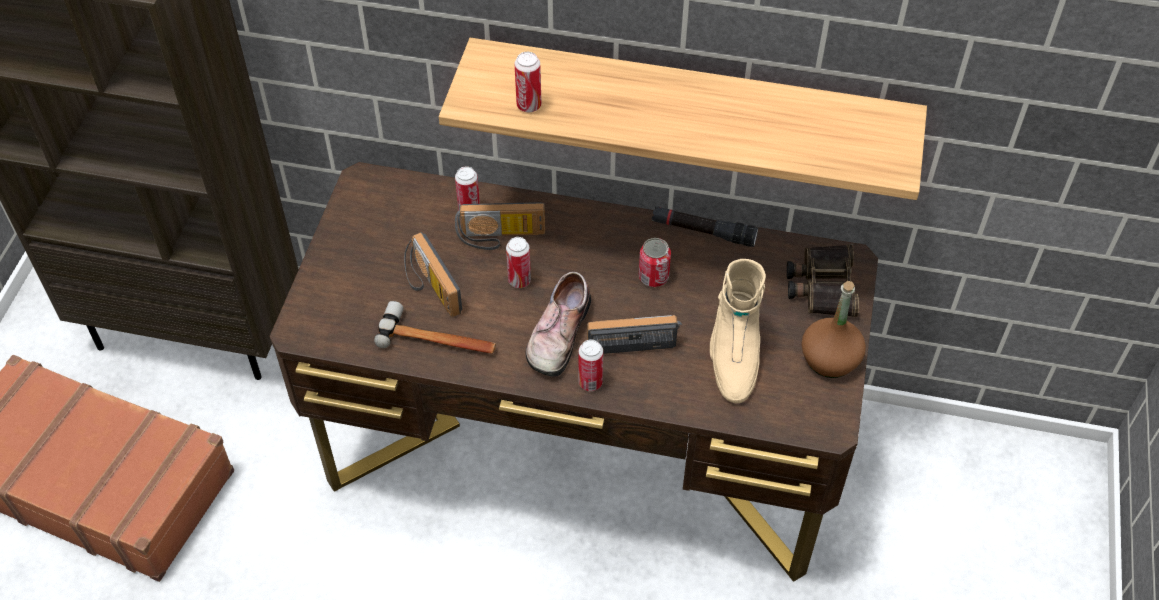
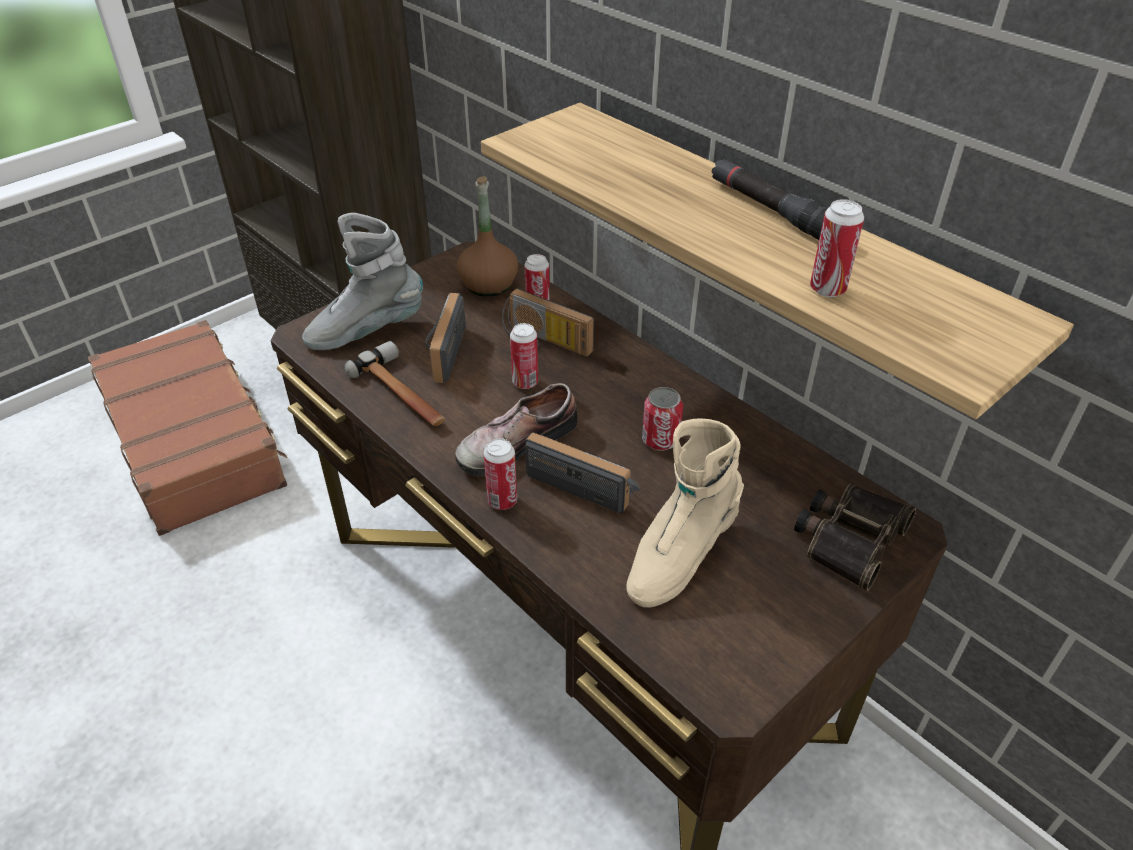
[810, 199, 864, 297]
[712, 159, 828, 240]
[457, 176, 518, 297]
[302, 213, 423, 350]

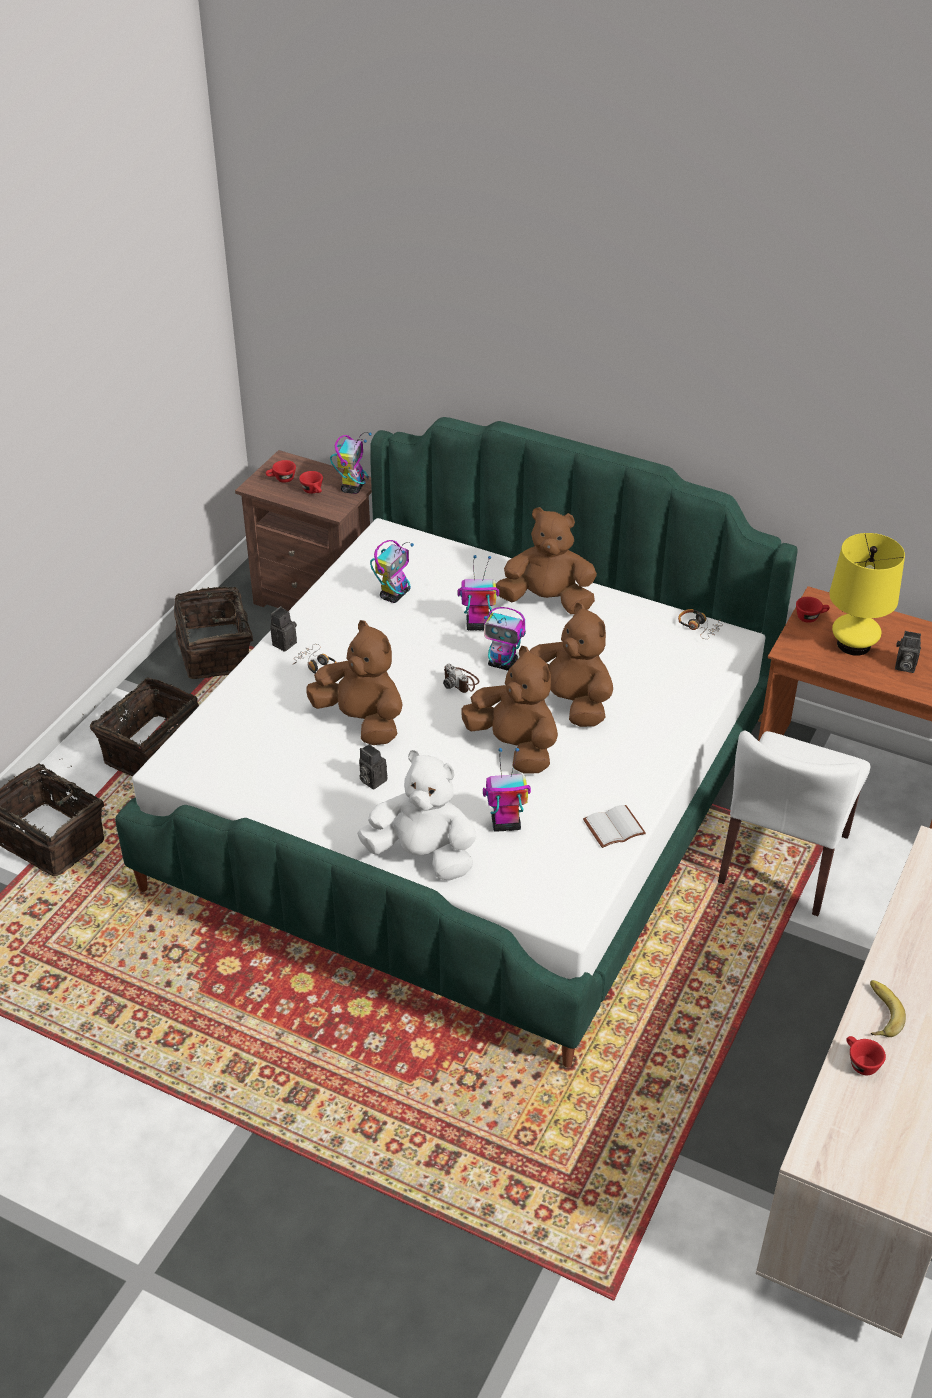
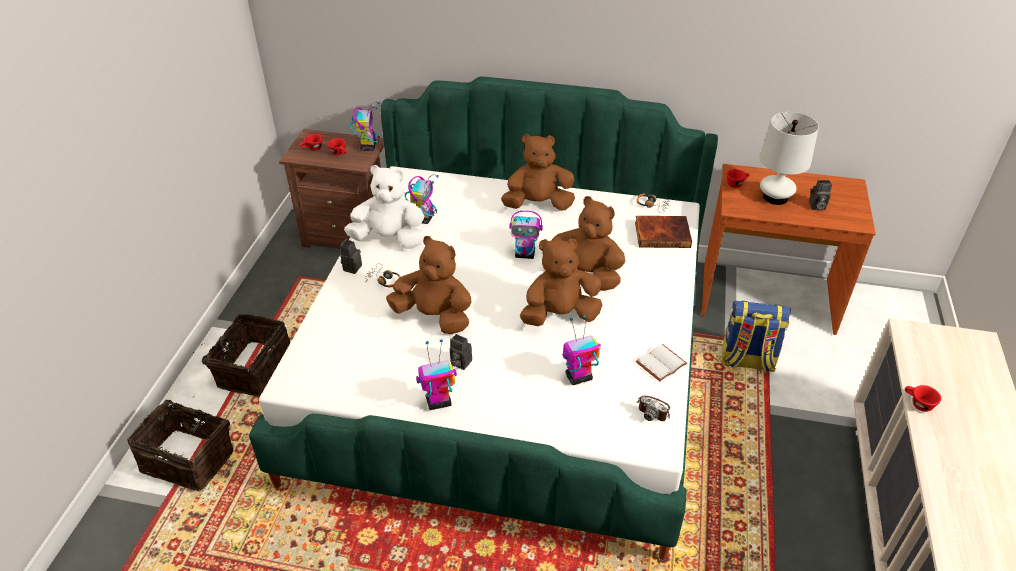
[759, 112, 819, 205]
[416, 339, 457, 410]
[174, 587, 257, 679] (first image)
[520, 238, 602, 326]
[637, 396, 670, 421]
[721, 301, 791, 373]
[344, 165, 424, 249]
[870, 980, 906, 1037] (first image)
[905, 385, 941, 412]
[635, 216, 692, 248]

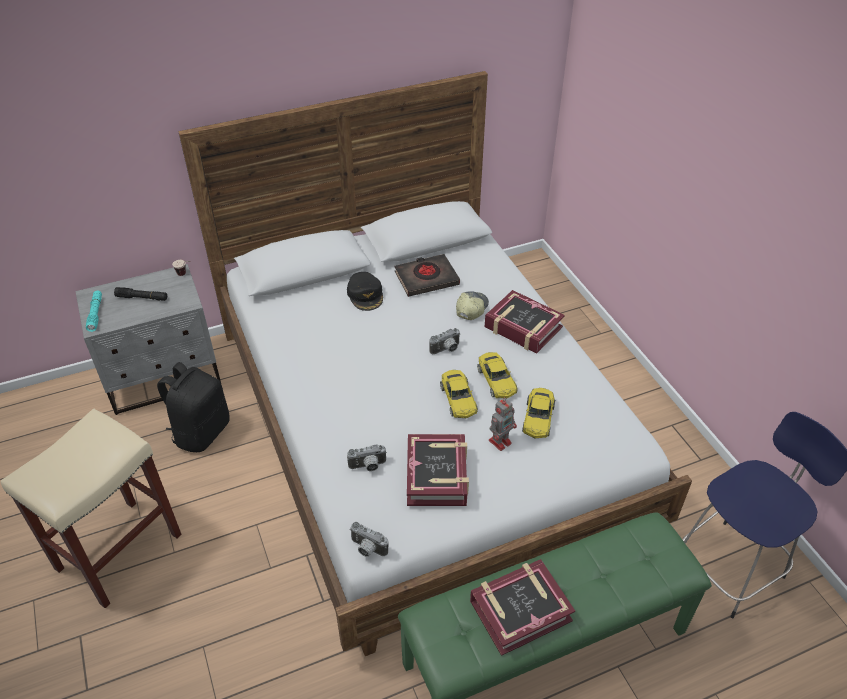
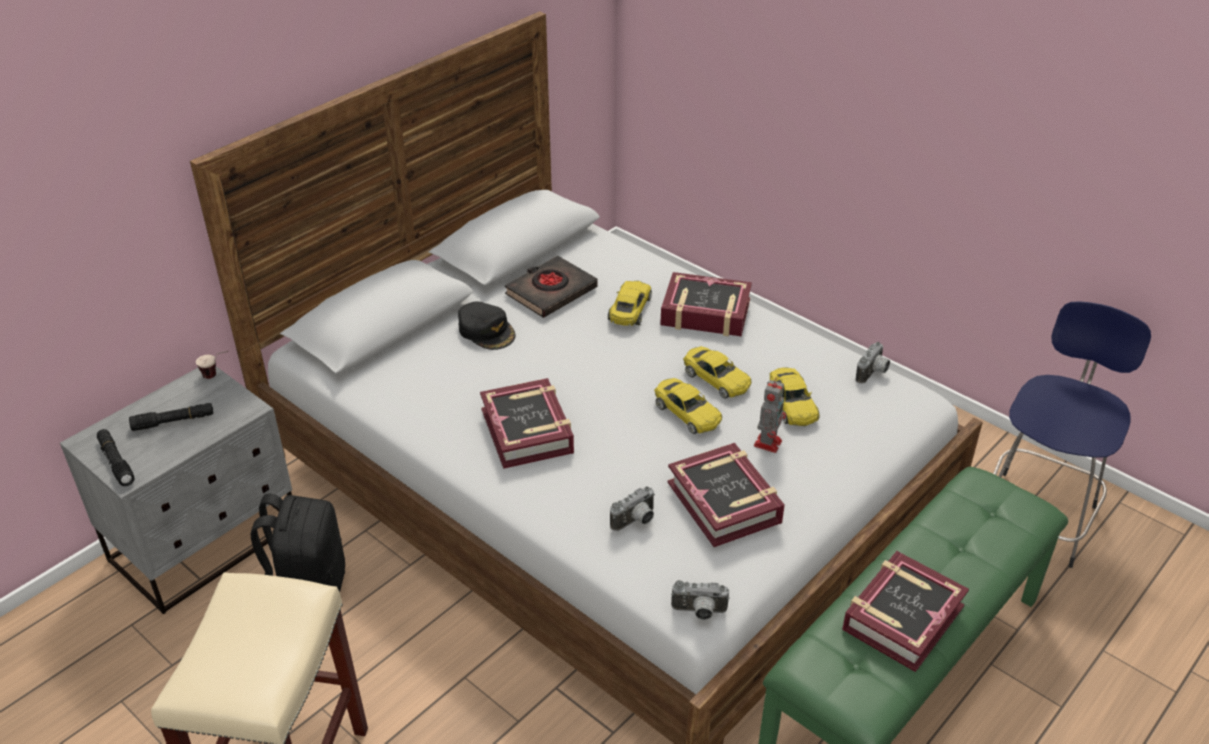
[97, 429, 135, 486]
[608, 281, 652, 326]
[856, 342, 890, 384]
[480, 378, 574, 469]

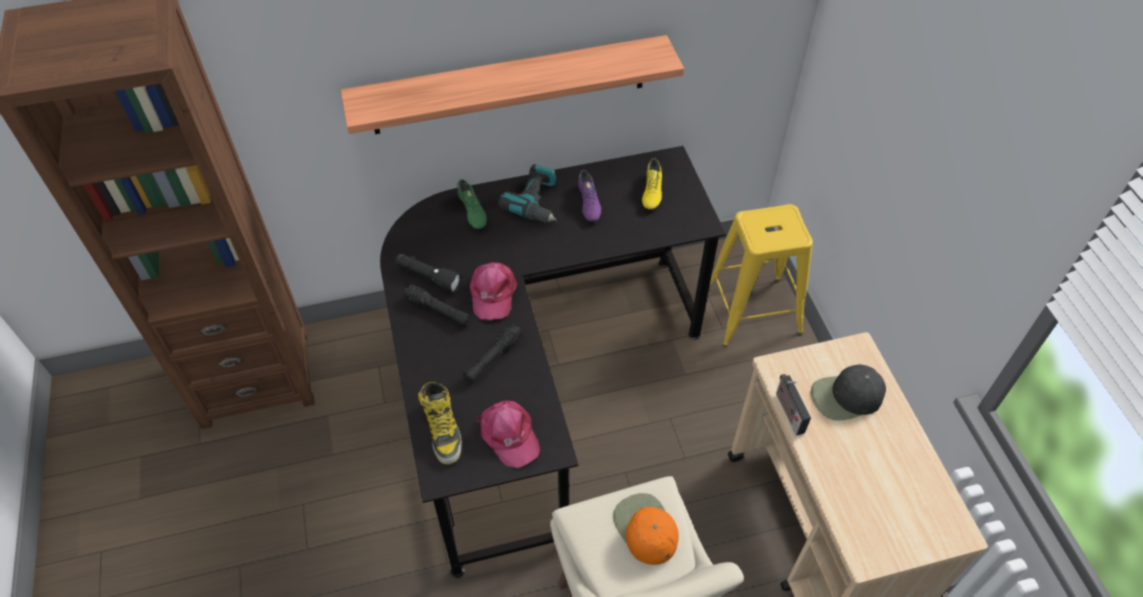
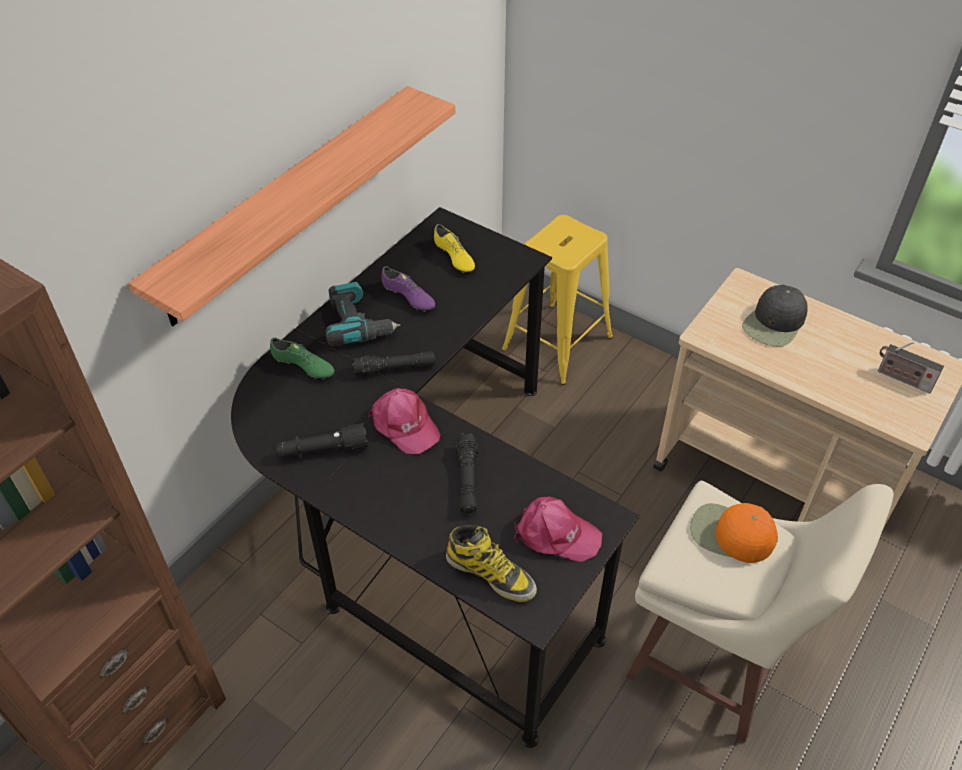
[352, 351, 435, 376]
[878, 342, 944, 393]

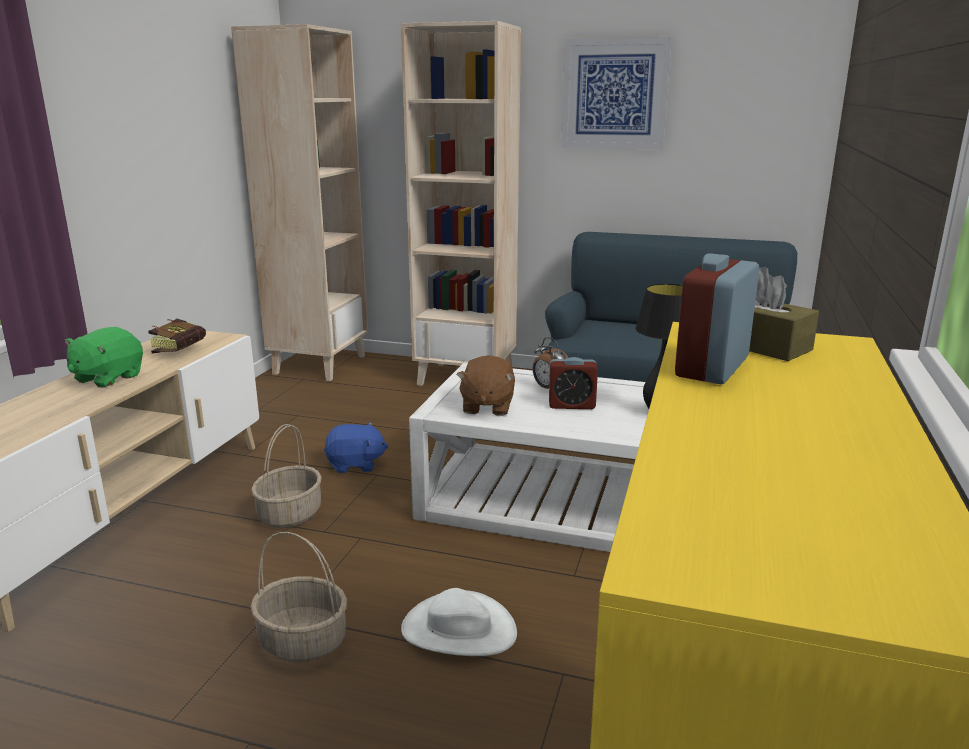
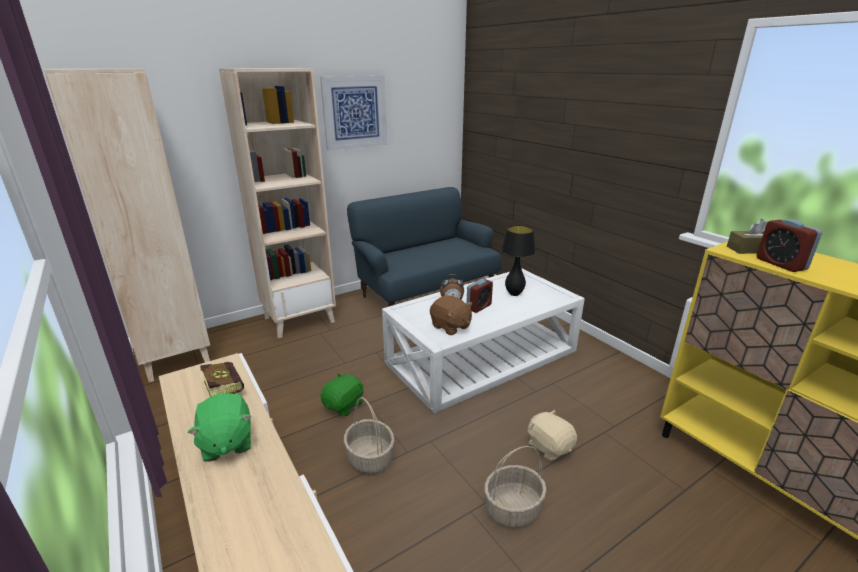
[320, 373, 364, 416]
[528, 410, 577, 461]

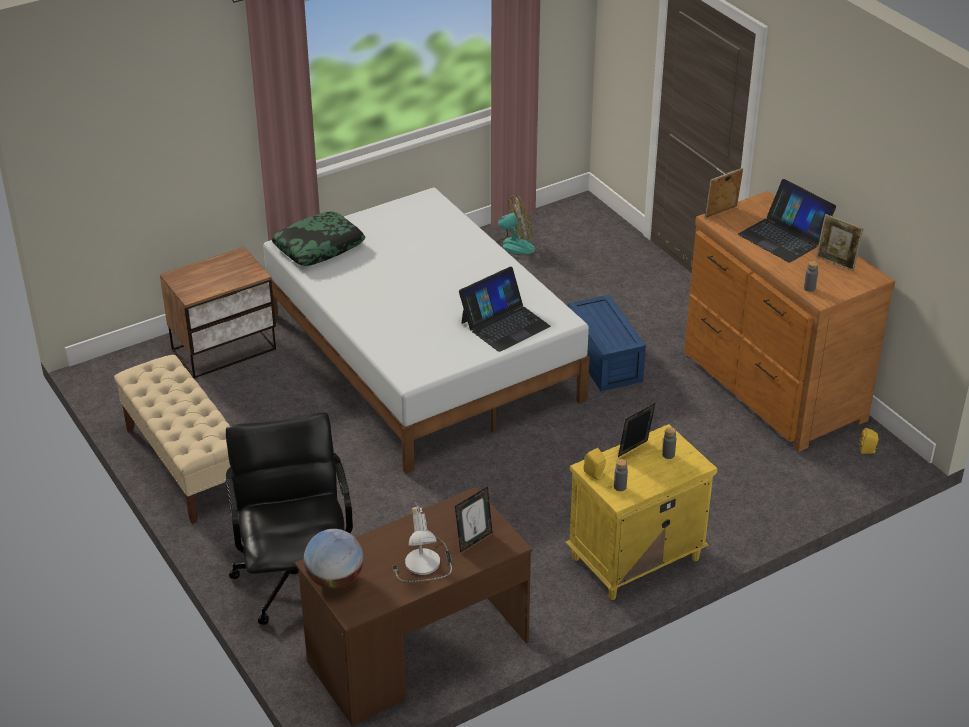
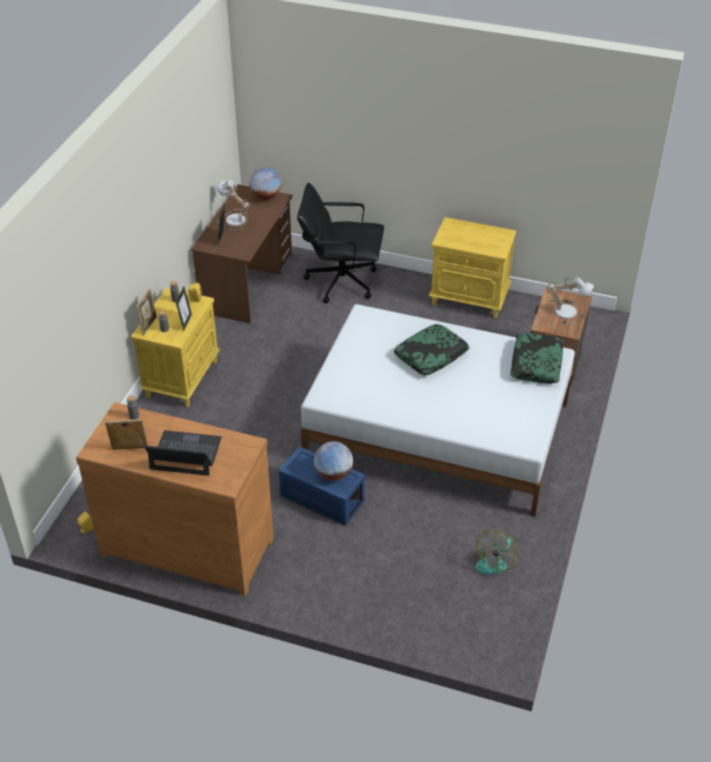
[136, 288, 157, 335]
[459, 267, 551, 352] (first image)
[429, 217, 516, 318]
[297, 183, 384, 303]
[547, 277, 594, 324]
[394, 324, 470, 375]
[314, 441, 353, 481]

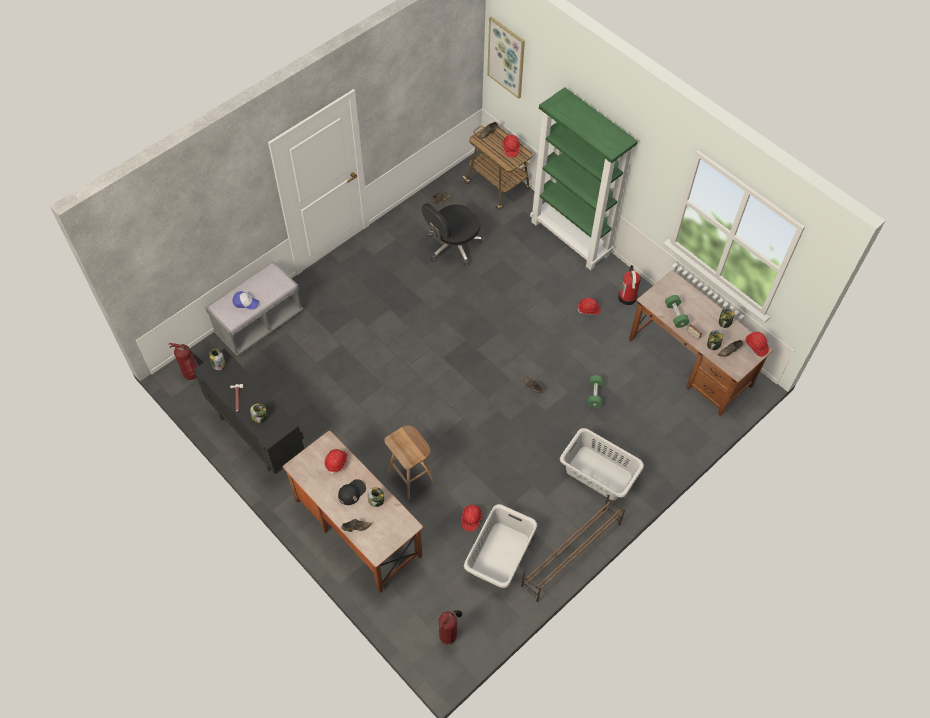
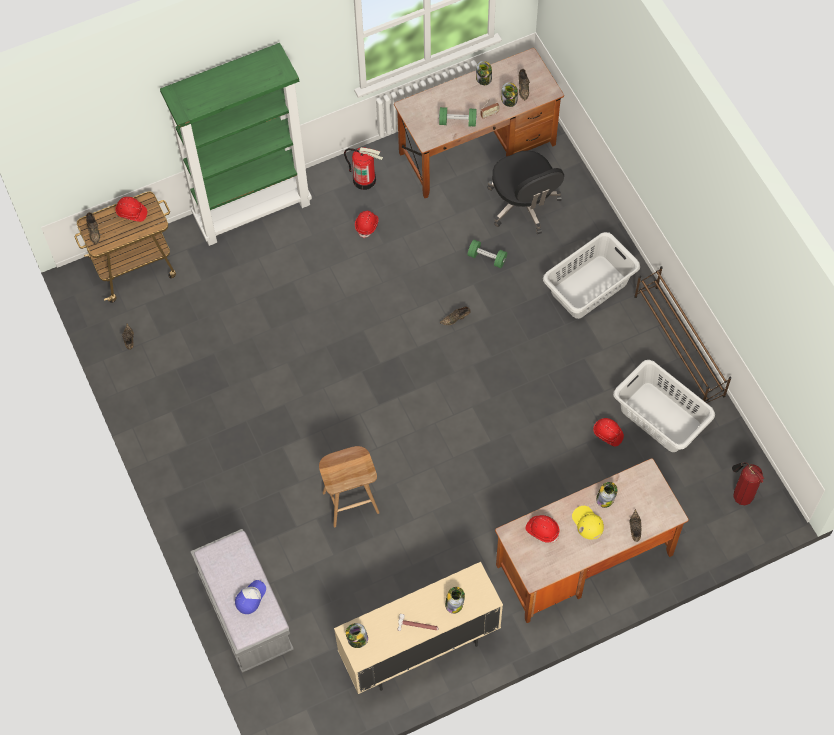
[487, 17, 525, 99] (first image)
[487, 151, 564, 234]
[746, 332, 769, 357] (first image)
[169, 343, 204, 380] (first image)
[334, 562, 503, 694]
[319, 446, 379, 527]
[572, 506, 604, 540]

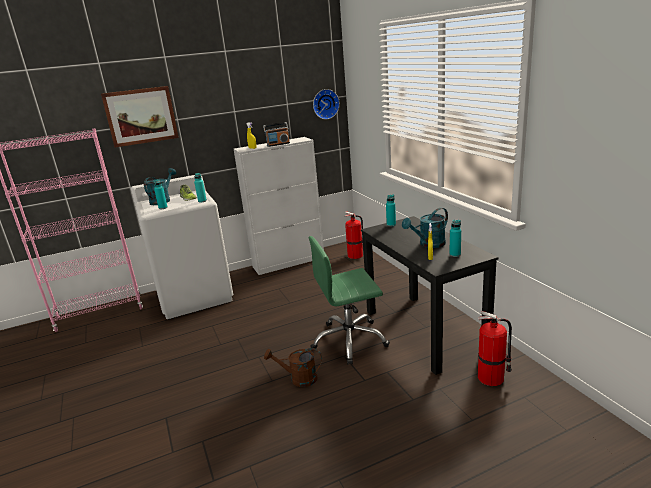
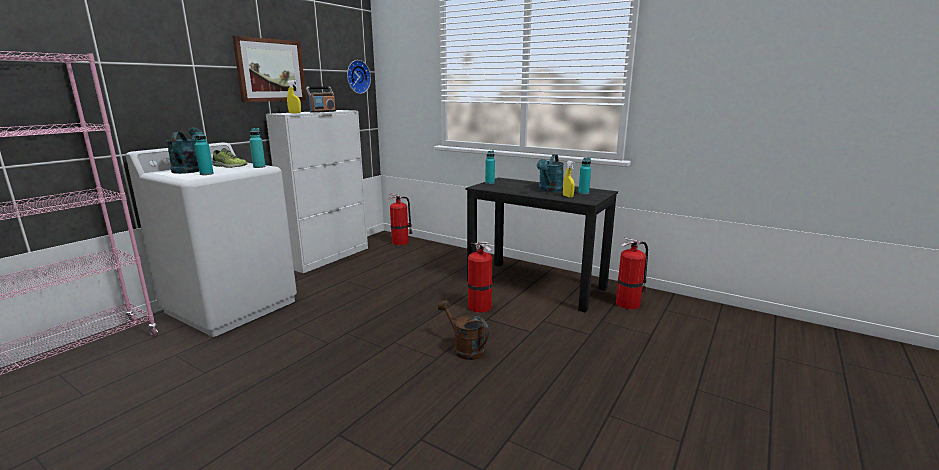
[232, 36, 306, 102]
[468, 242, 492, 313]
[438, 300, 489, 360]

